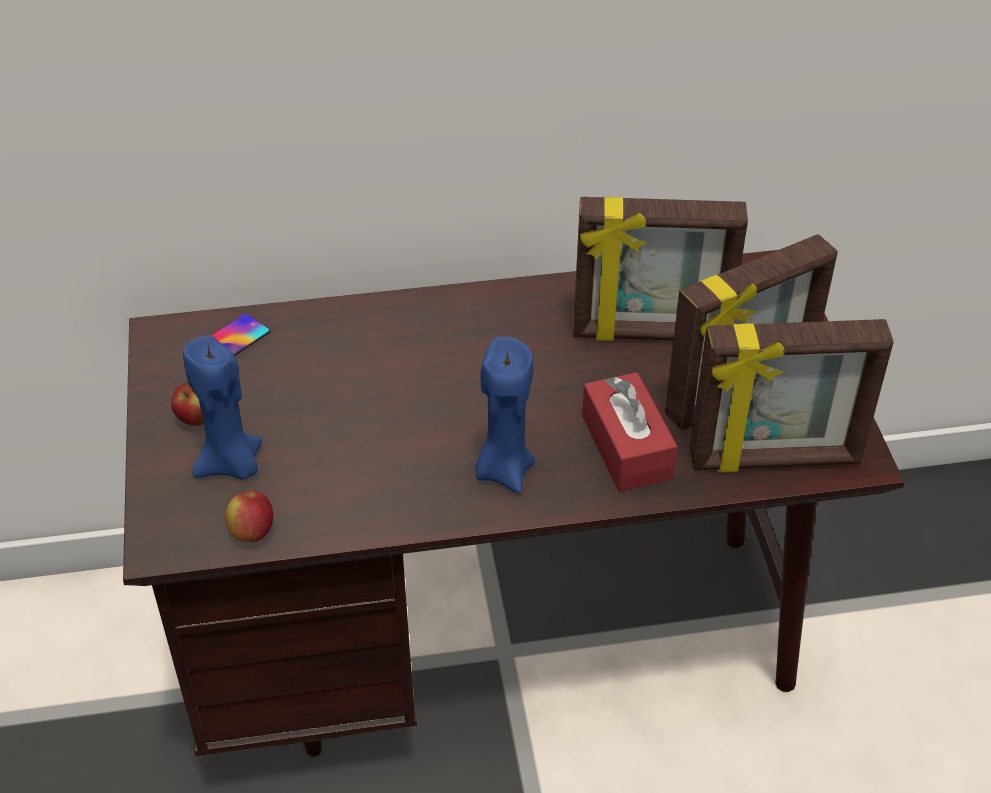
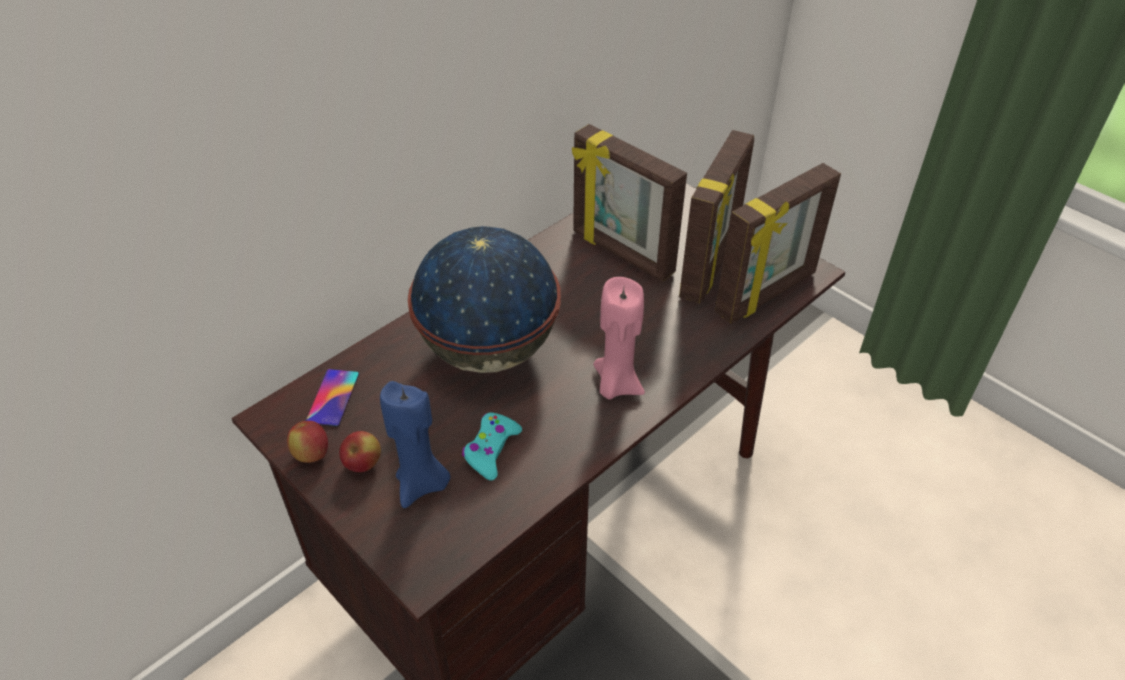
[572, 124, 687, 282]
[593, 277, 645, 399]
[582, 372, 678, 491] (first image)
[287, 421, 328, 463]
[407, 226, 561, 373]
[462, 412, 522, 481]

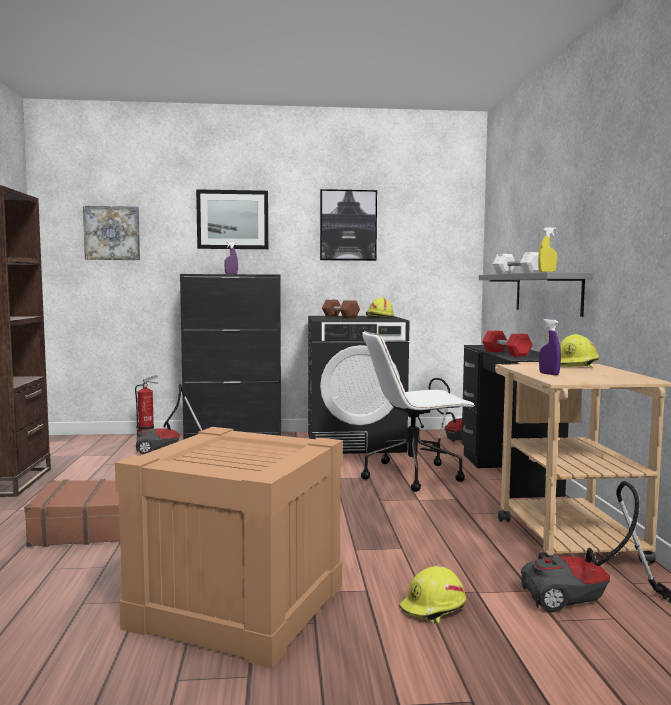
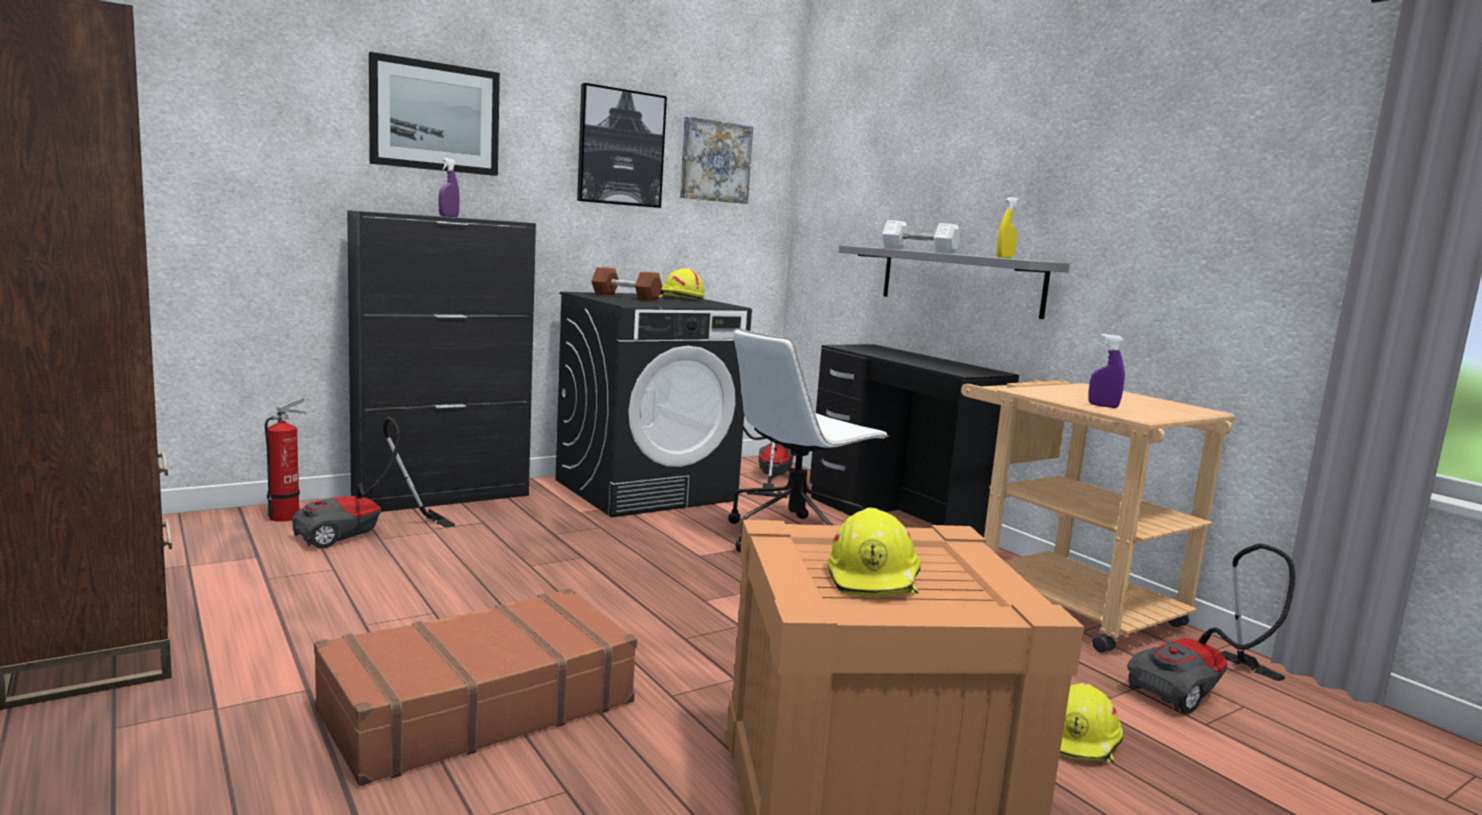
[680, 117, 753, 204]
[482, 331, 533, 357] (first image)
[828, 508, 921, 597]

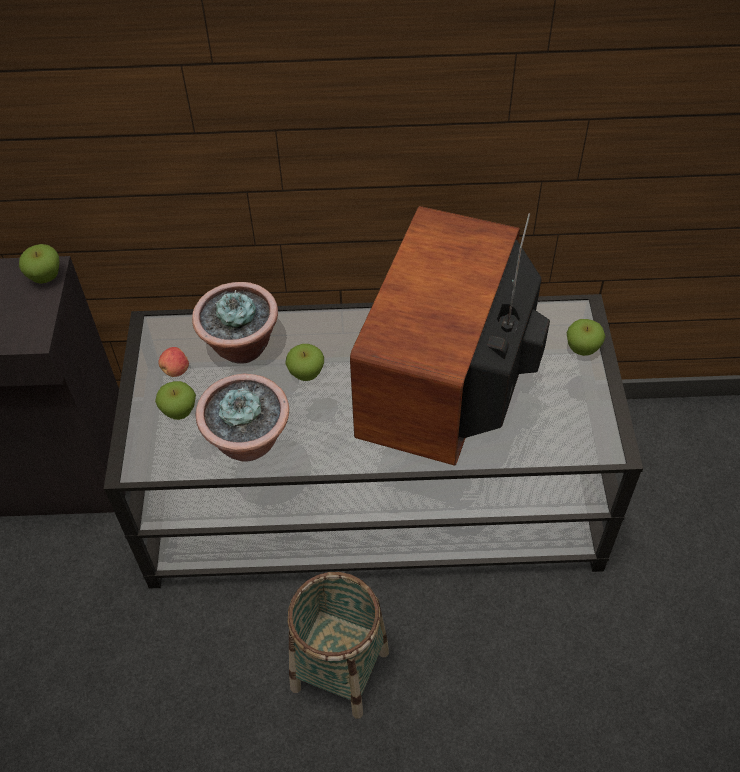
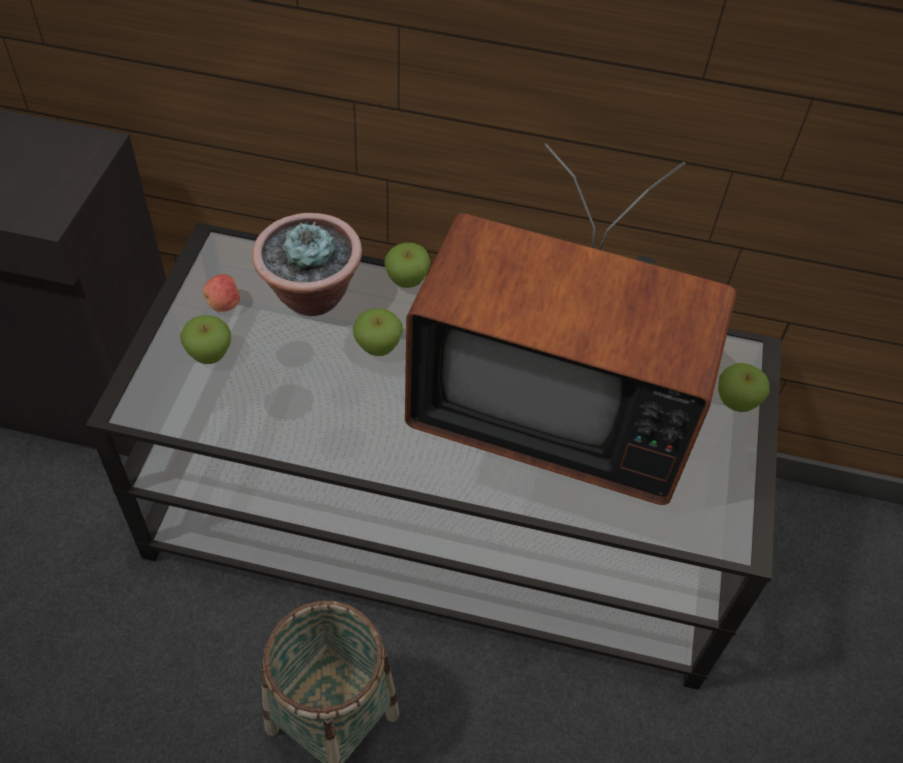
[405, 143, 736, 505]
[384, 243, 431, 288]
[196, 374, 289, 462] (first image)

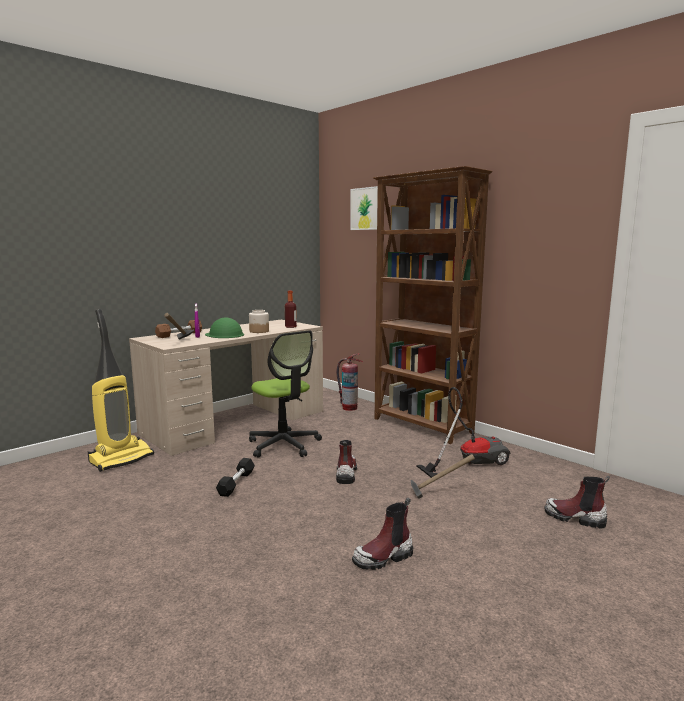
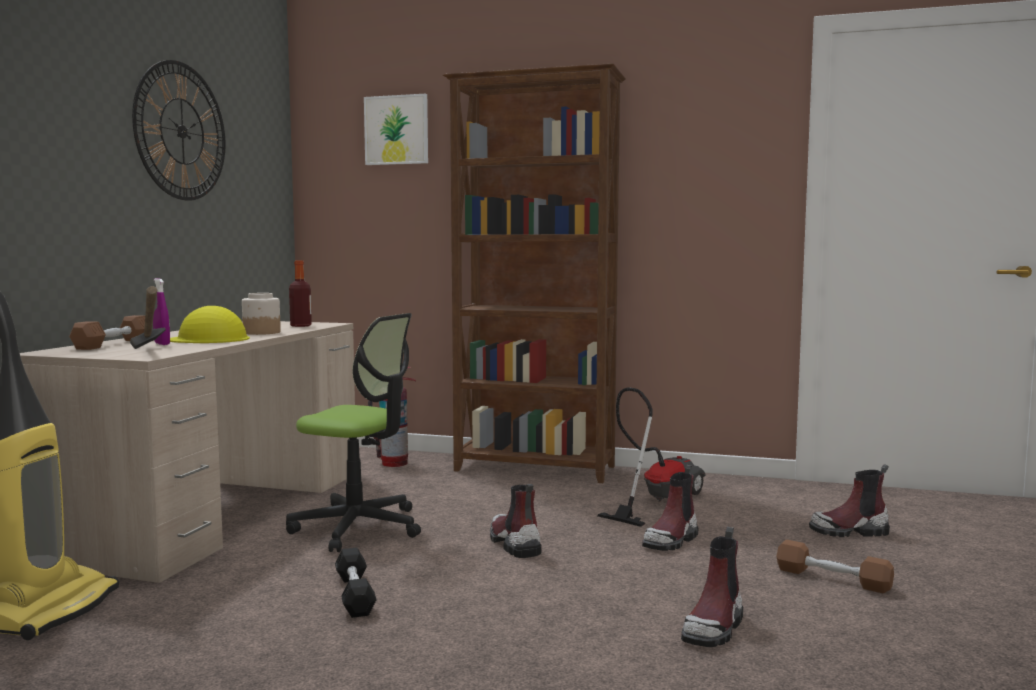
[170, 306, 250, 343]
[642, 465, 699, 551]
[132, 60, 225, 201]
[776, 539, 894, 593]

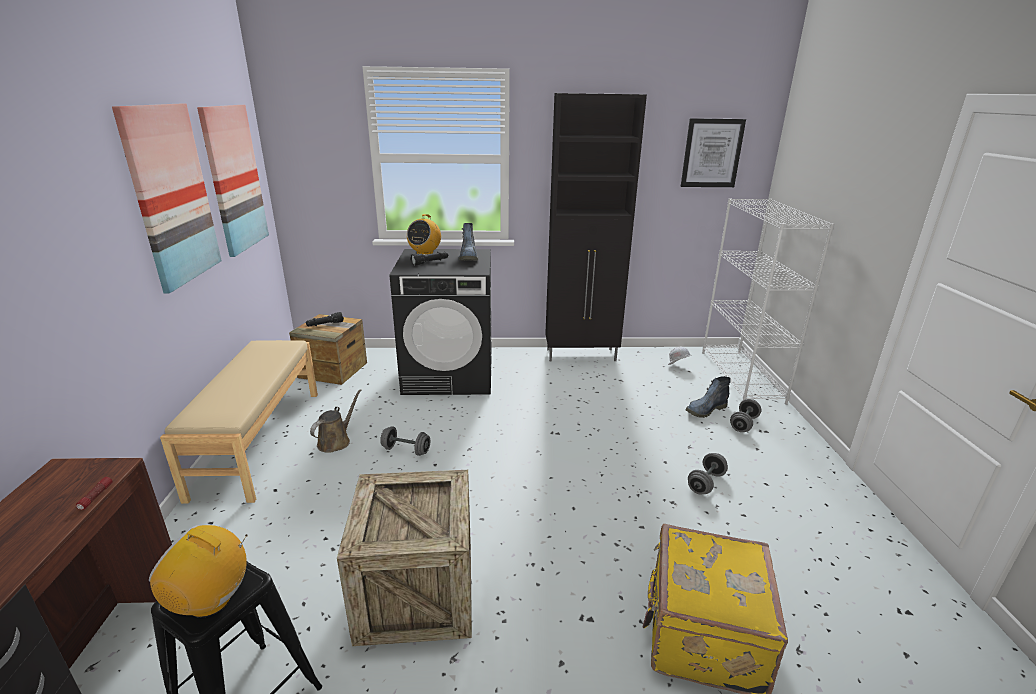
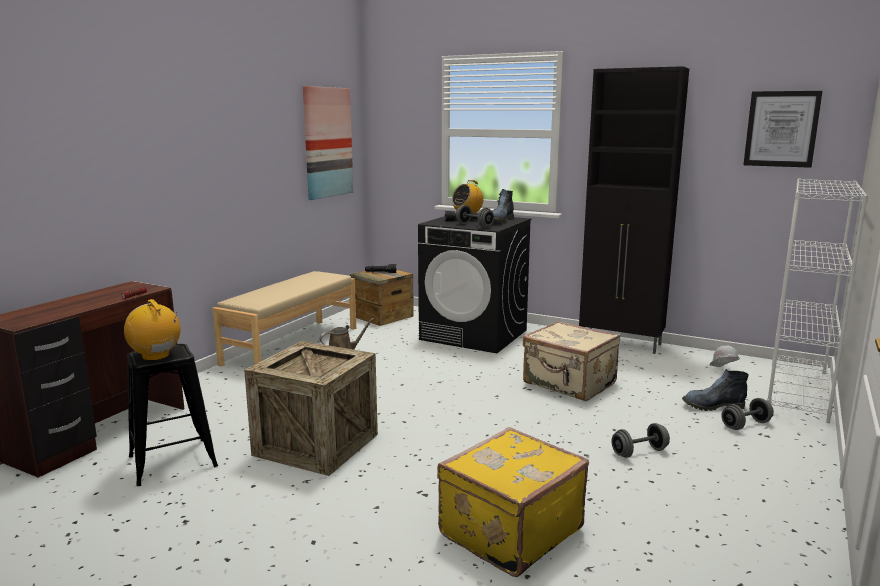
[112, 104, 222, 293] (first image)
[456, 205, 494, 228]
[523, 321, 620, 401]

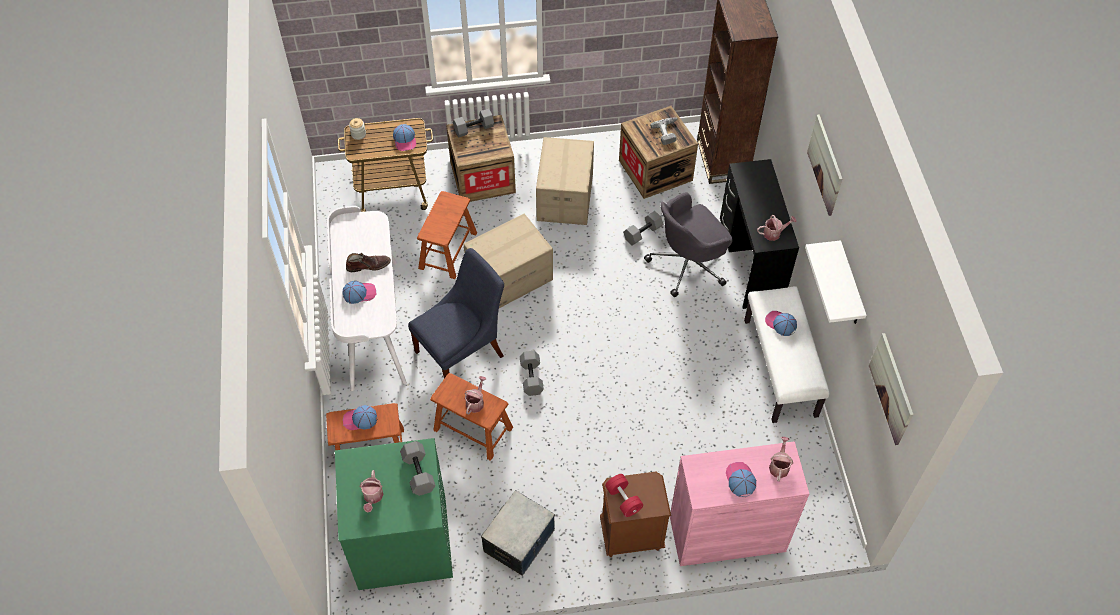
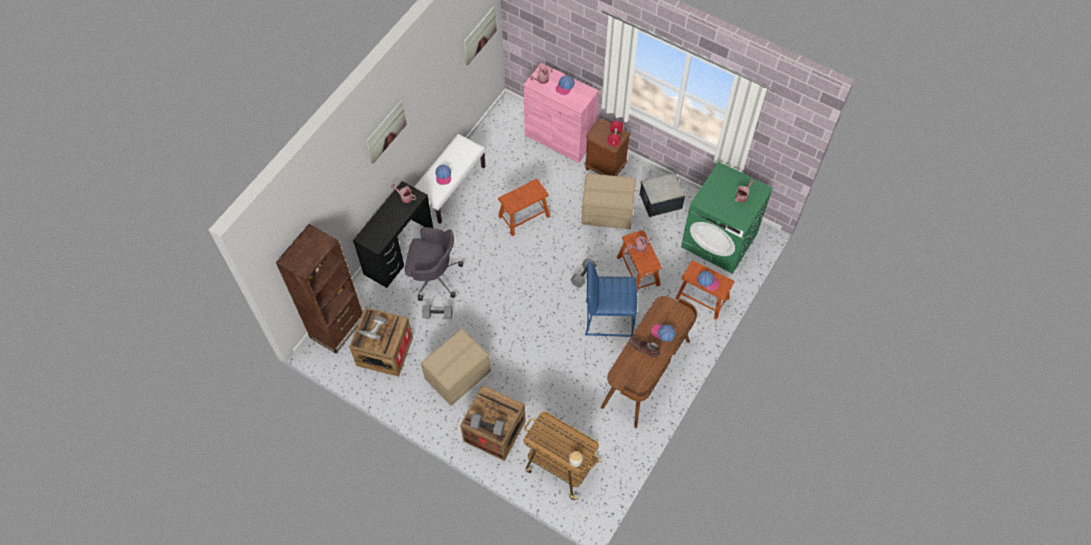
[393, 124, 416, 151] (first image)
[498, 179, 550, 236]
[601, 296, 697, 428]
[581, 173, 636, 229]
[805, 240, 867, 324] (first image)
[585, 262, 637, 337]
[400, 441, 436, 496] (first image)

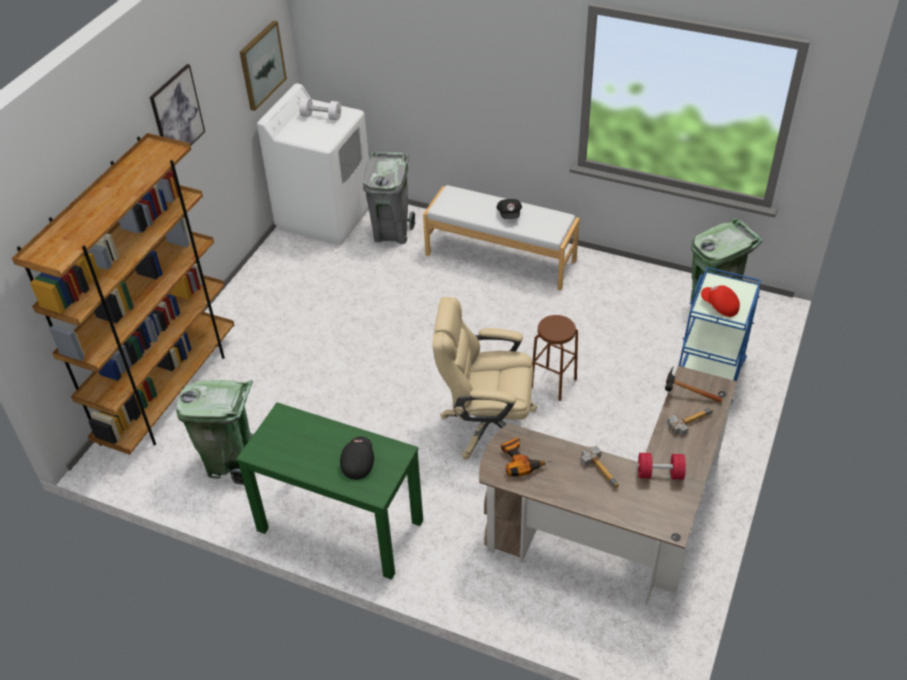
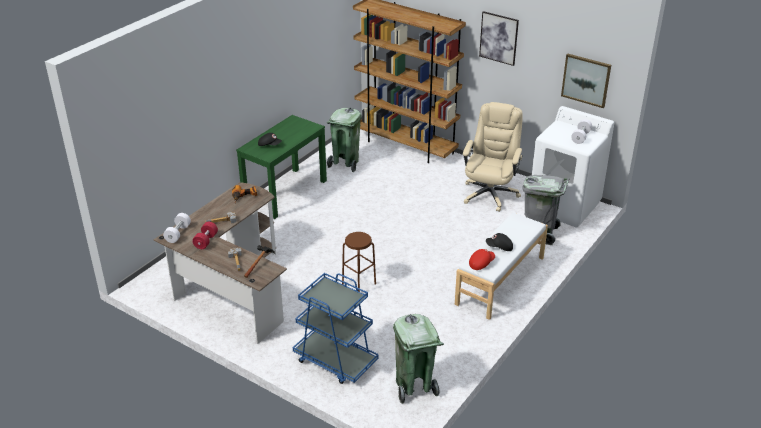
[469, 249, 495, 270]
[463, 102, 523, 212]
[163, 213, 191, 243]

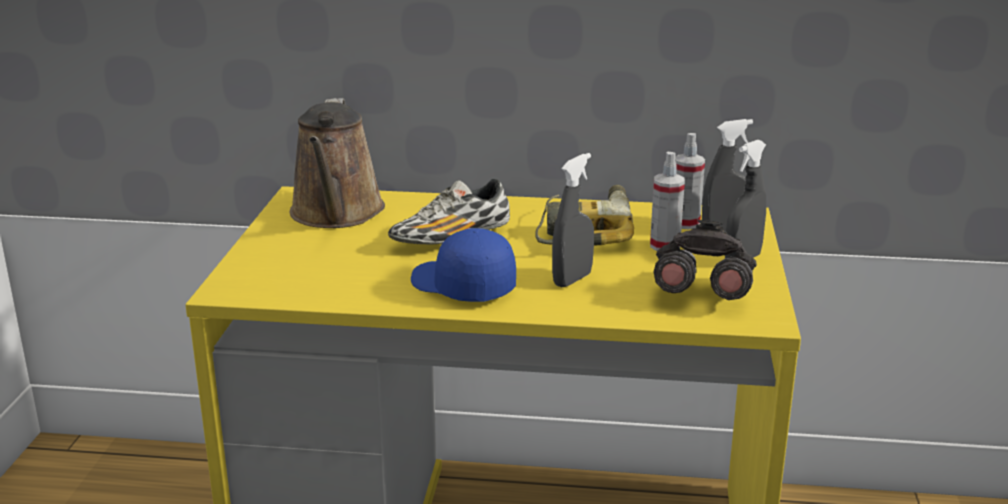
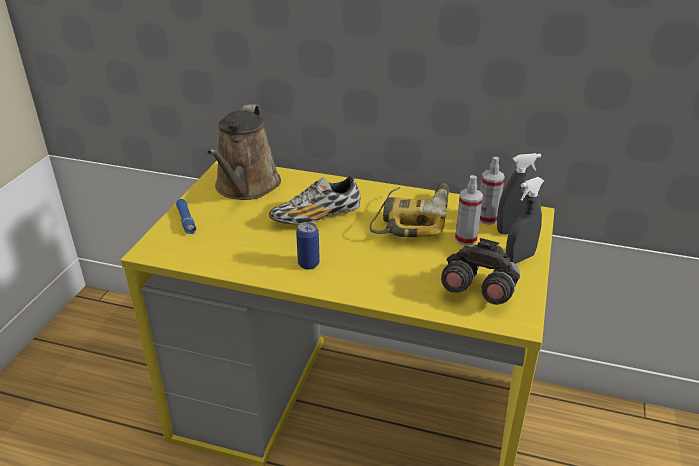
[552, 153, 594, 287] (first image)
[296, 222, 320, 269]
[176, 199, 196, 234]

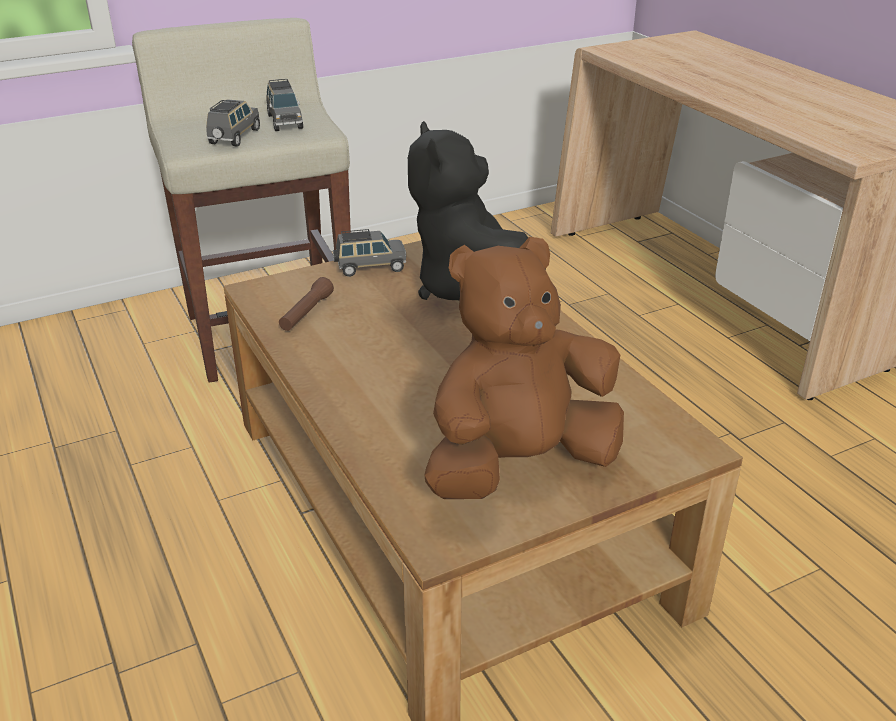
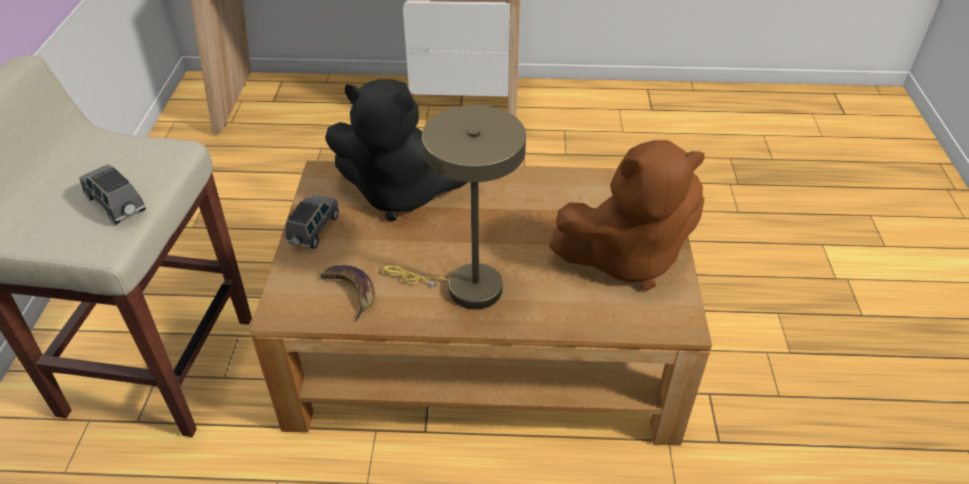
[267, 79, 303, 131] (first image)
[549, 140, 705, 291]
[320, 265, 375, 322]
[384, 105, 526, 309]

